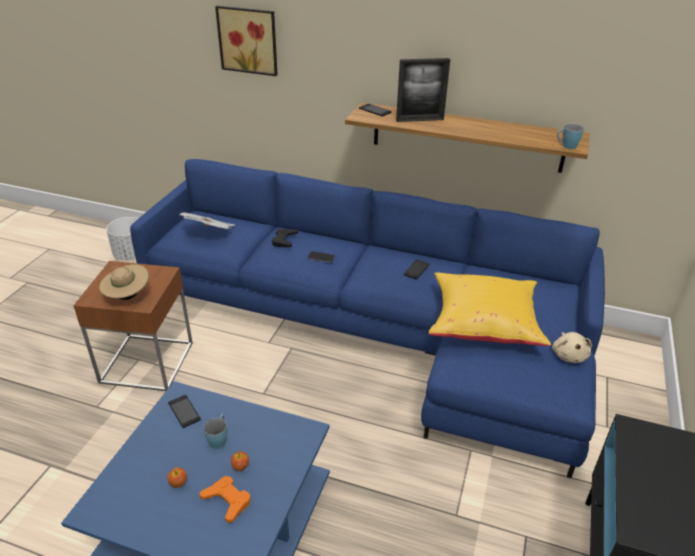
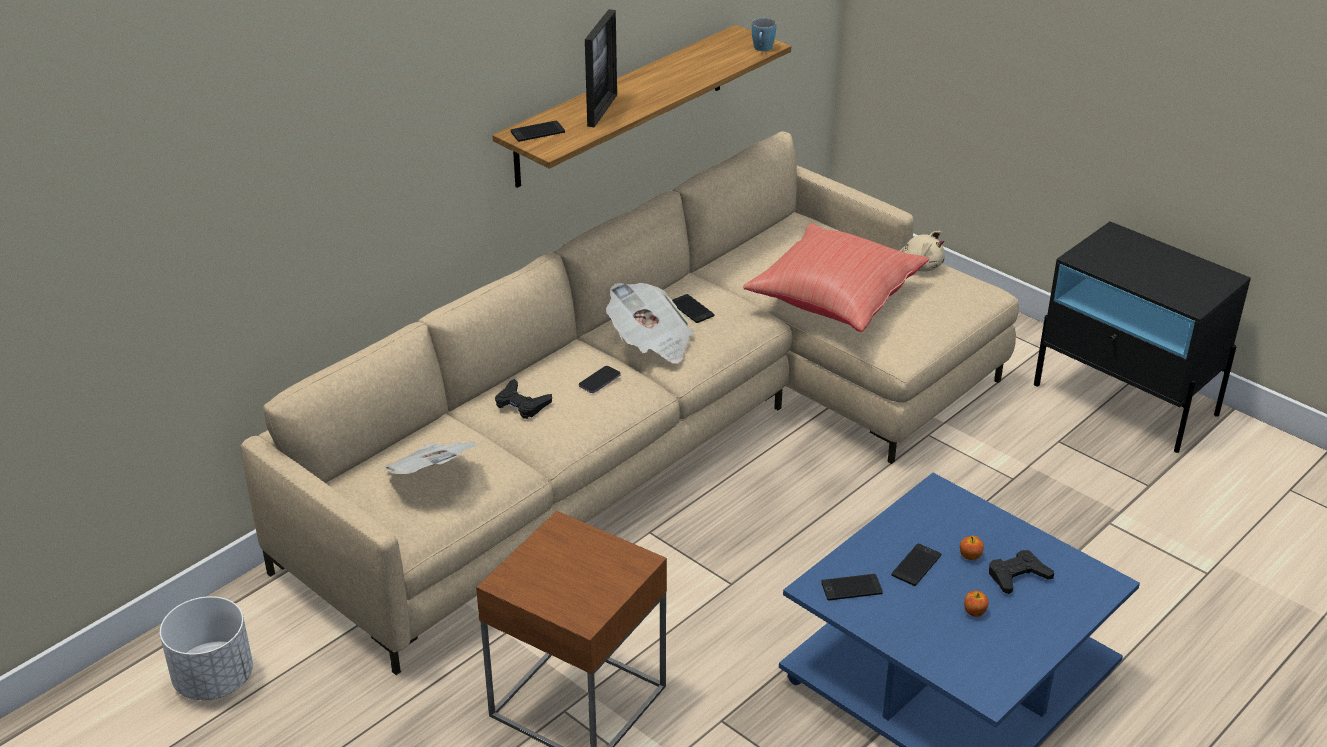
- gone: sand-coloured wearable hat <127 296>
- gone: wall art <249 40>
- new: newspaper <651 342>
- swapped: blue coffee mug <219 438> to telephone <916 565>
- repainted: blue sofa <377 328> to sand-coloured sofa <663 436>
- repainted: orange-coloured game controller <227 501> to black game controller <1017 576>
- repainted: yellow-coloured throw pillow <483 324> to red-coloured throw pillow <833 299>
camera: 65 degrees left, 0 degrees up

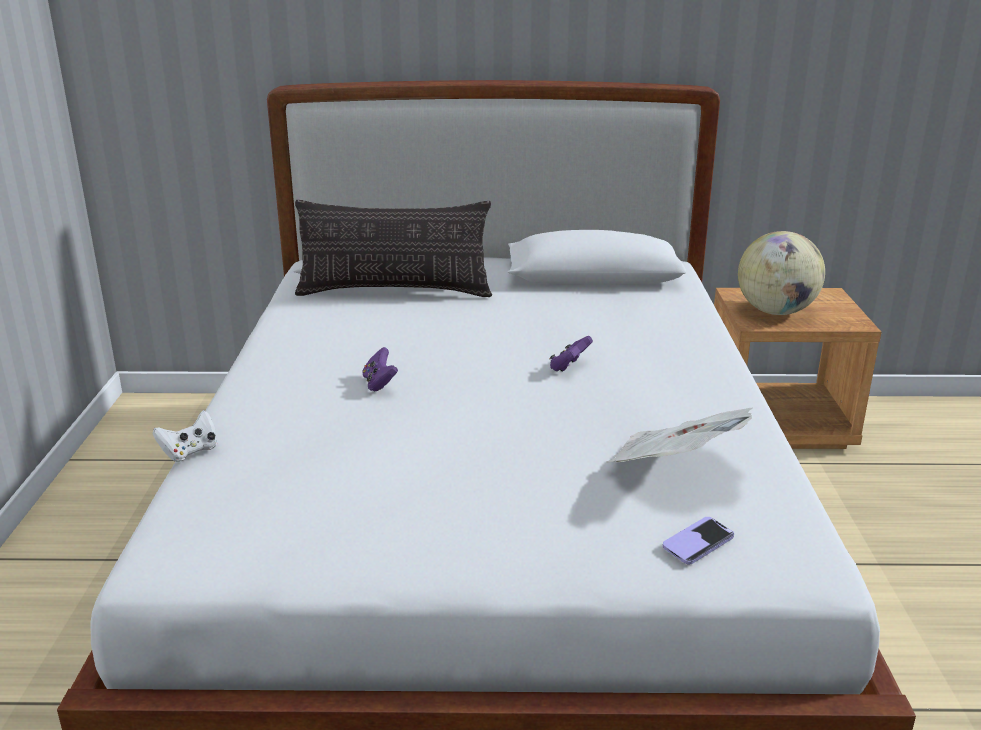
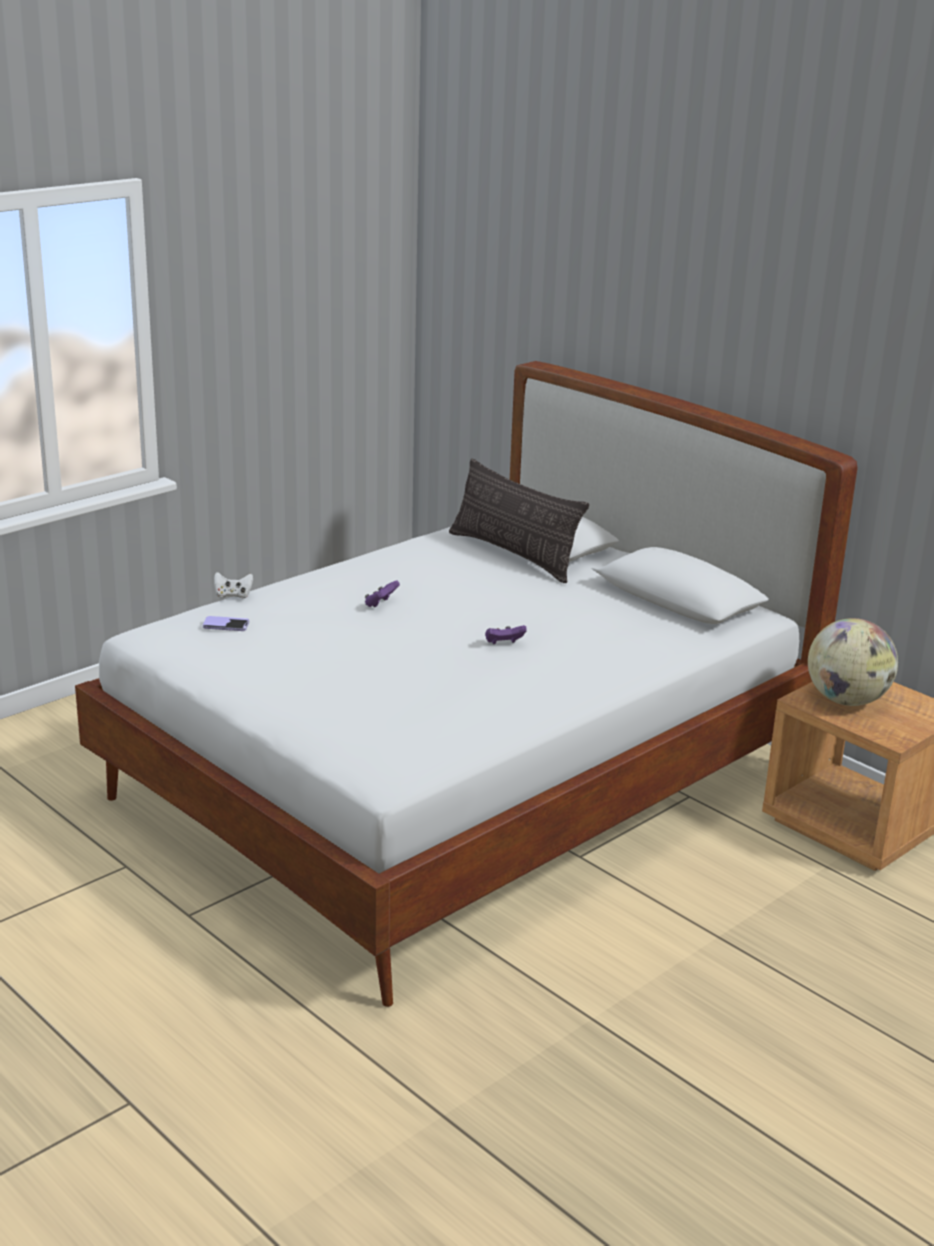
- gone: newspaper <674 468>
- shifted: telephone <698 542> to <226 625>
camera: 45 degrees right, 0 degrees up

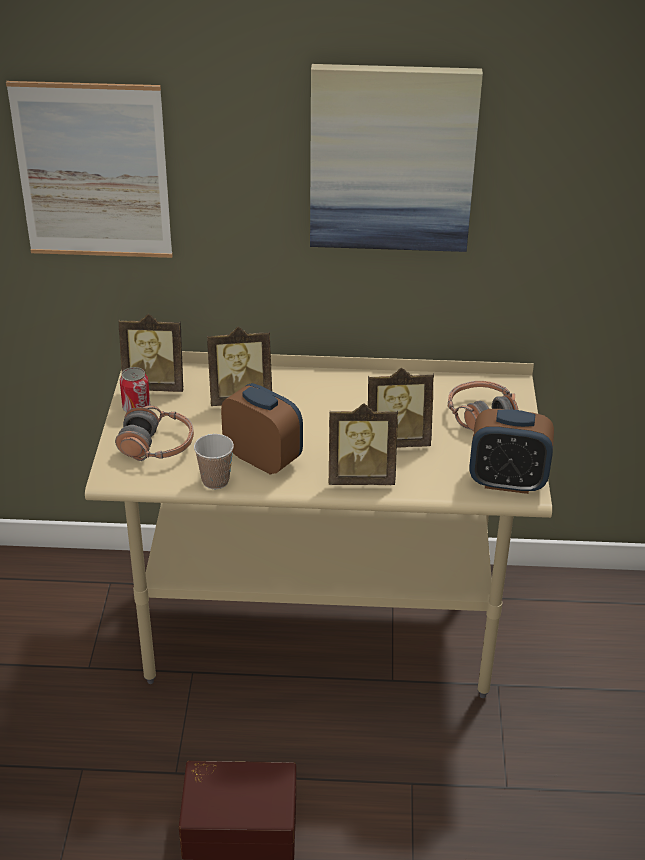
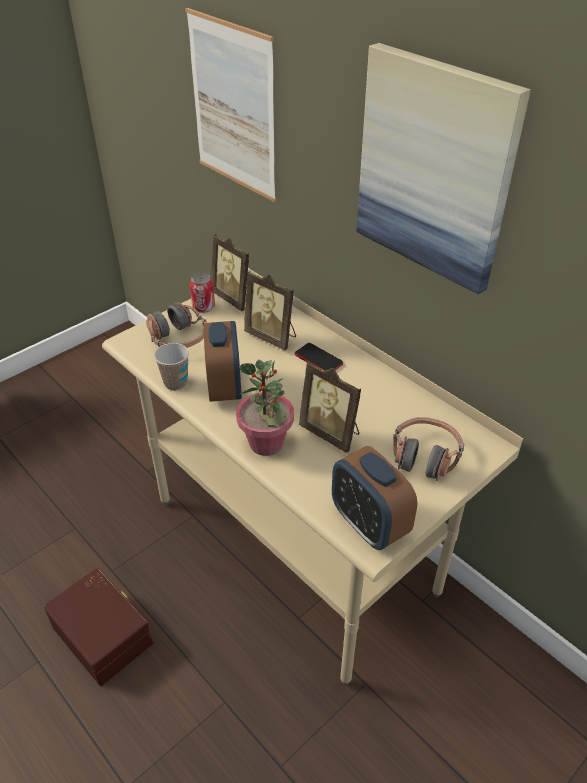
- new: telephone <318 359>
- swapped: standing frame <361 477> to plant in a pot <266 443>
camera: 45 degrees right, 5 degrees up

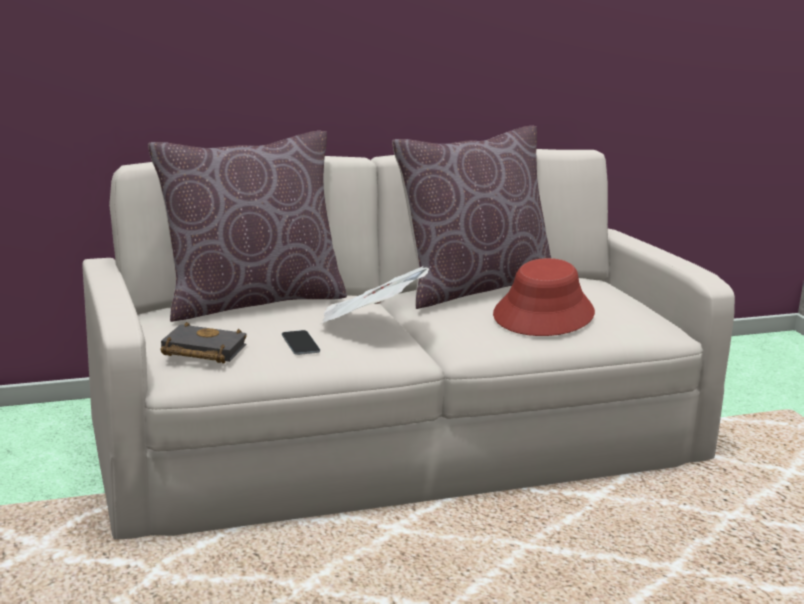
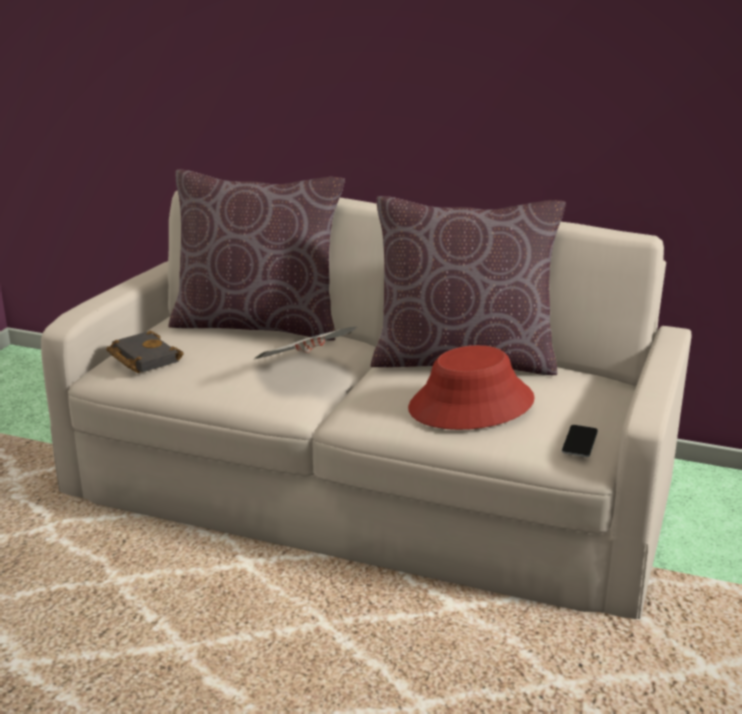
- shifted: telephone <300 343> to <579 441>
camera: 40 degrees right, 5 degrees up

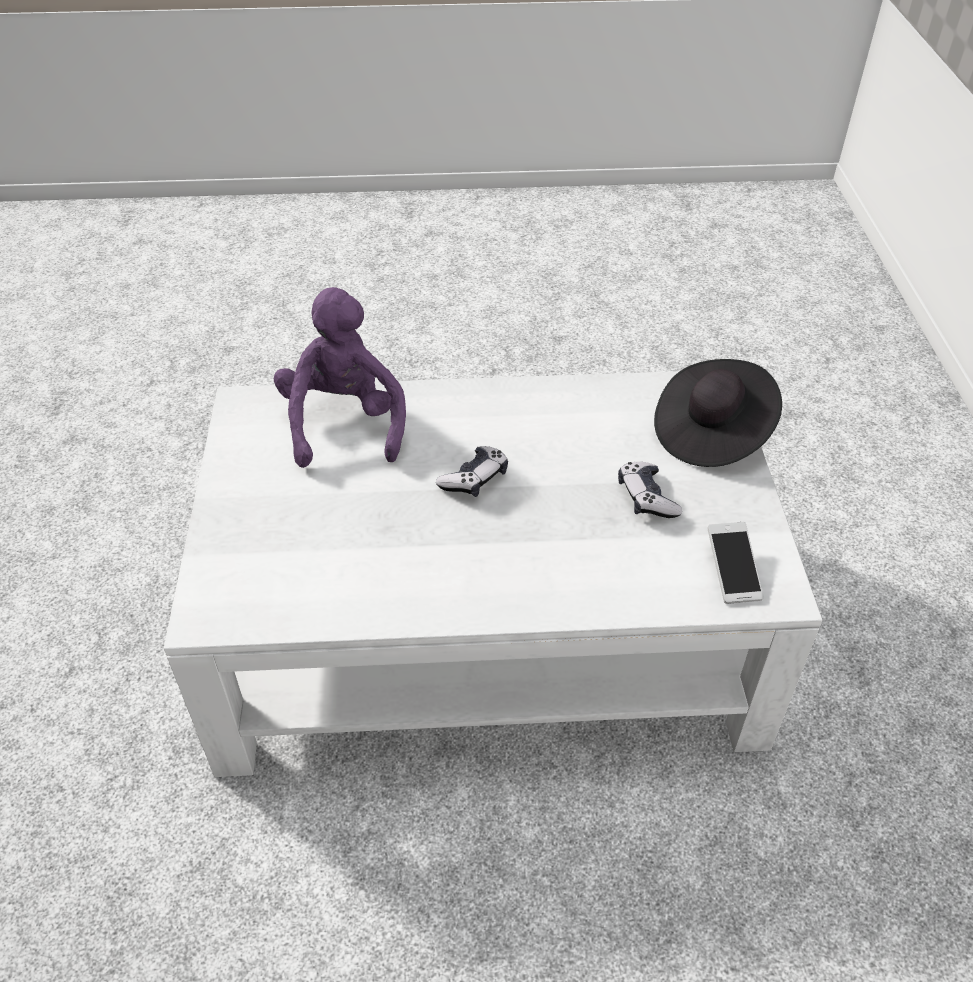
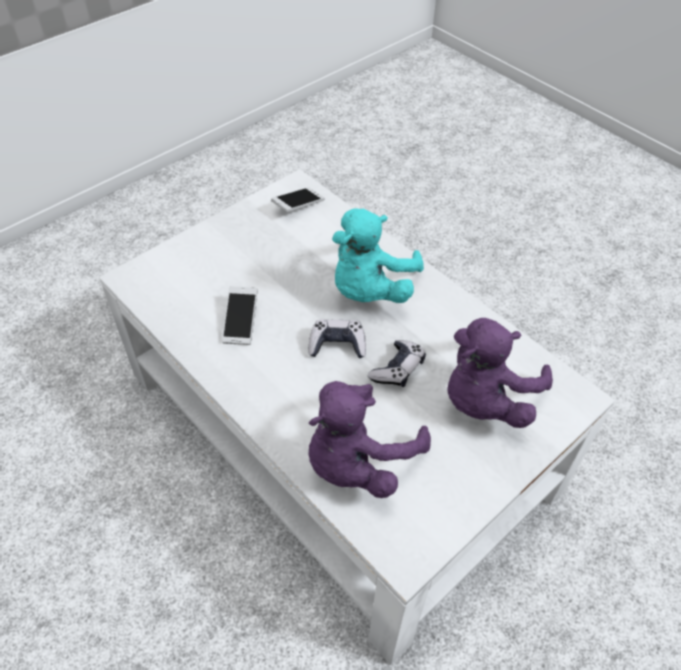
- gone: black wearable hat <711 433>
- new: telephone <240 321>
- new: turquoise-coloured cuddly toy <369 289>
- new: purplish cuddly toy <485 398>
- shifted: game controller <646 498> to <397 369>
camera: 130 degrees left, 5 degrees up

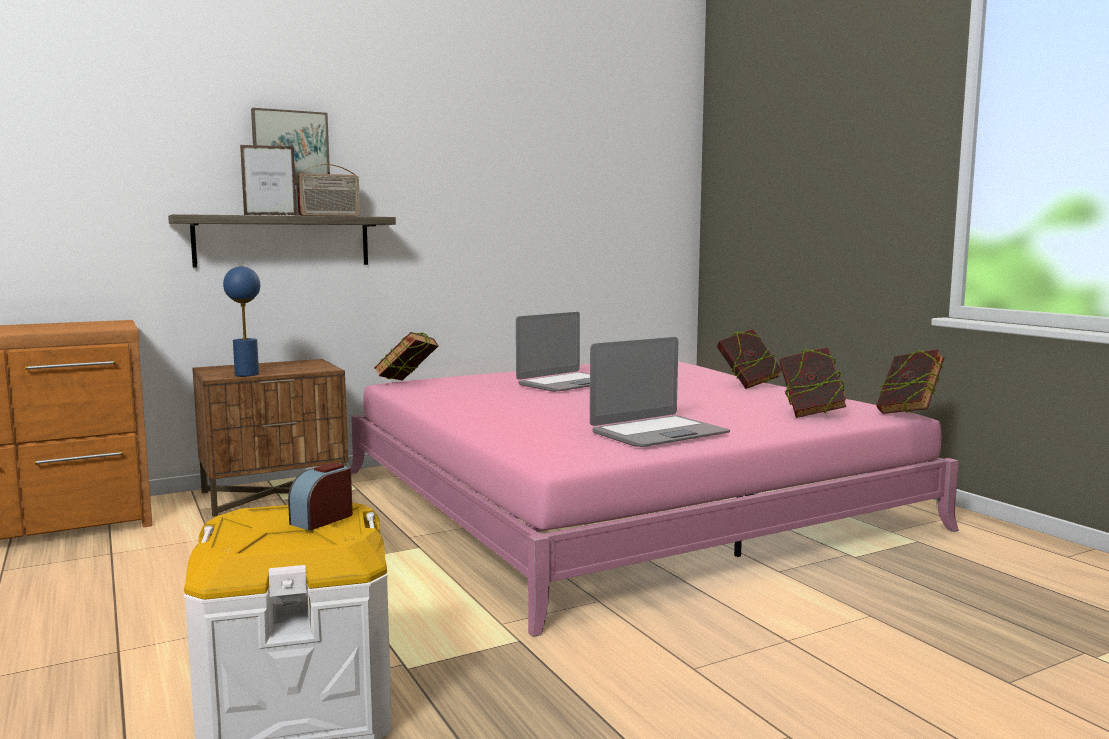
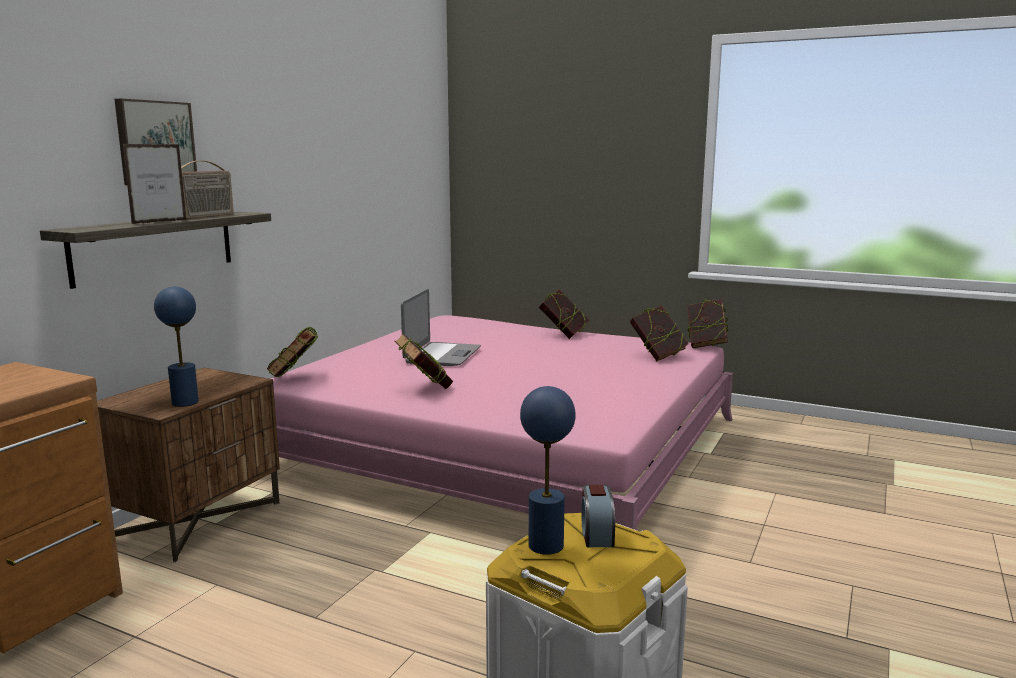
- gone: notebook computer <658 433>
- new: book <424 388>
- new: blue table lamp <546 545>
camera: 35 degrees left, 5 degrees up

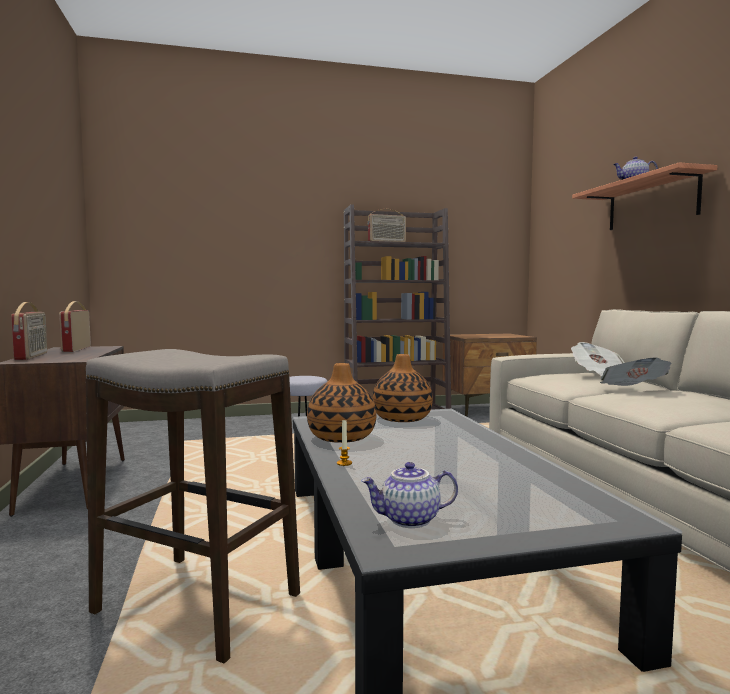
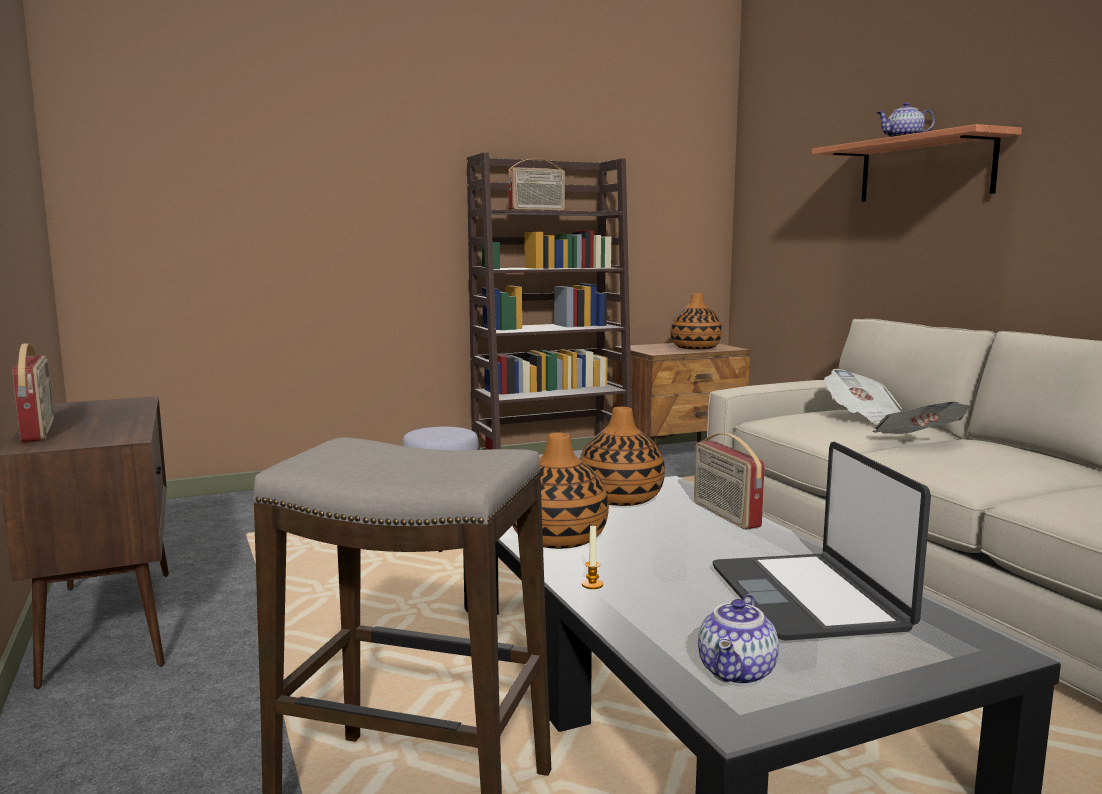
- new: vase <695 348>
- new: notebook computer <809 598>
- shifted: radio <75 349> to <724 514>
- rotated: teapot <409 520> = <738 673> 45 degrees counterclockwise
camera: 10 degrees left, 5 degrees up

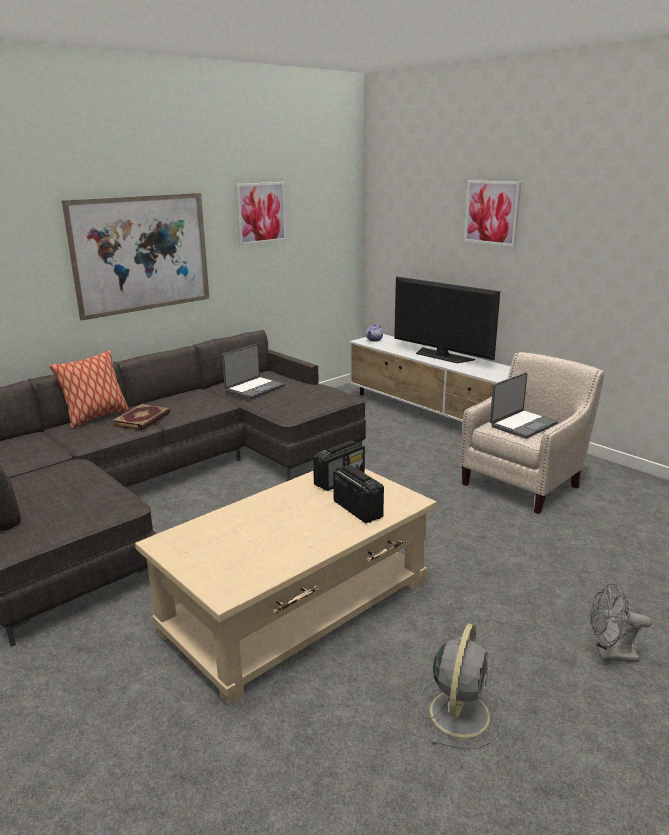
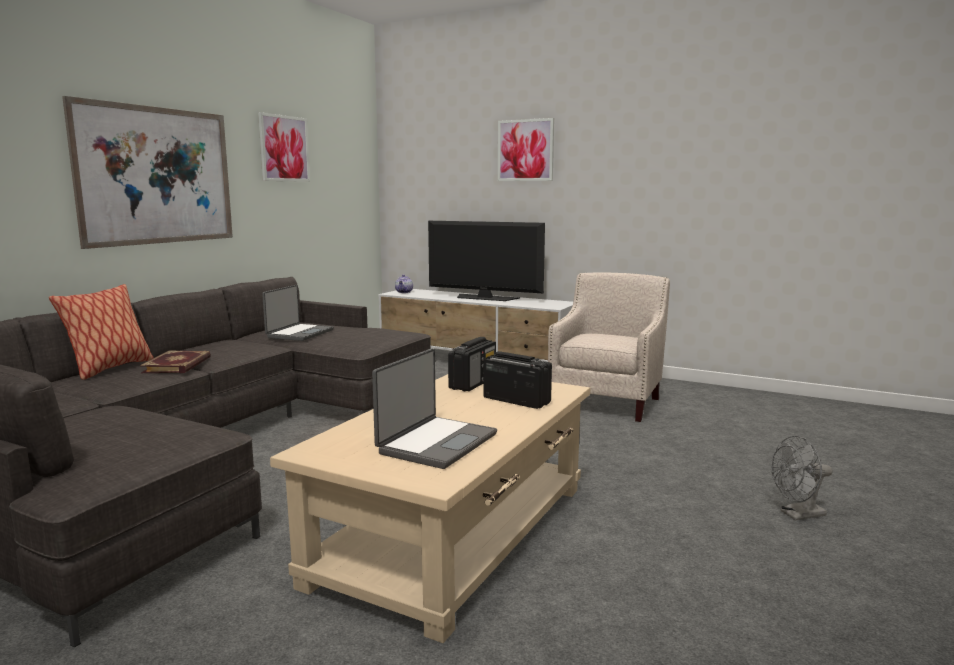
- gone: gray electric fan <460 711>
- shifted: notebook computer <522 425> to <436 443>
camera: 20 degrees left, 10 degrees down

